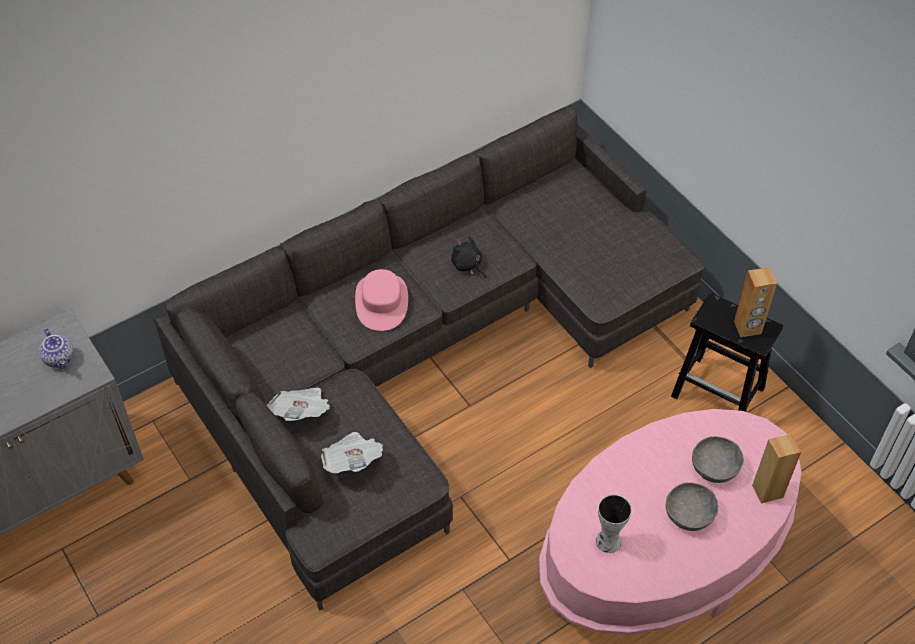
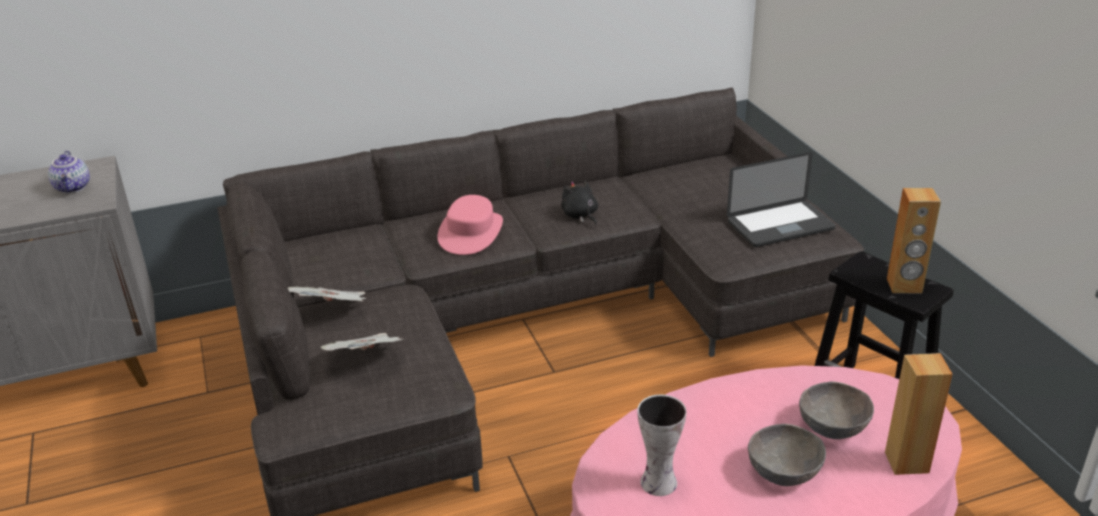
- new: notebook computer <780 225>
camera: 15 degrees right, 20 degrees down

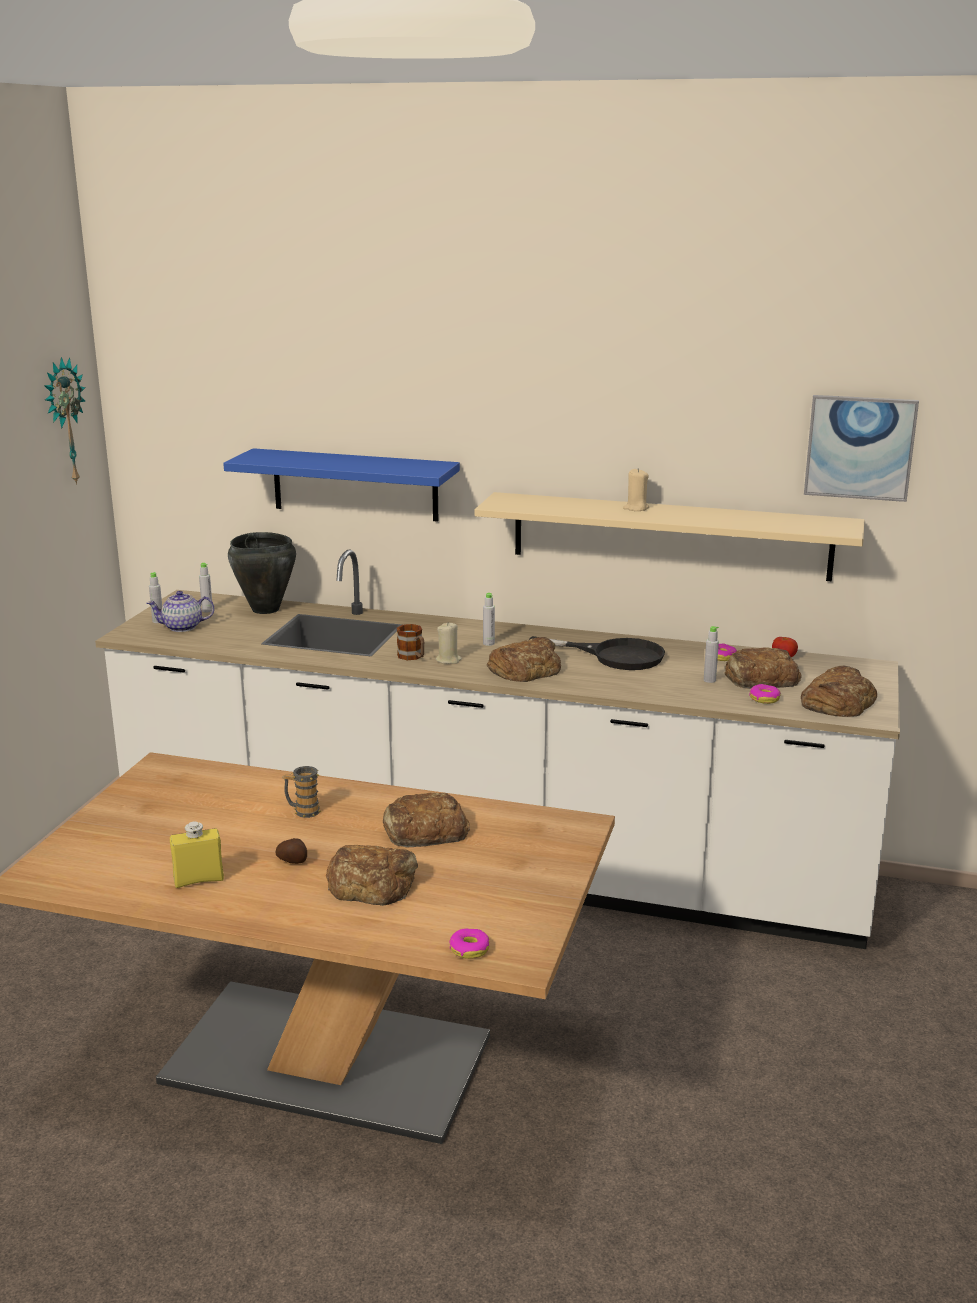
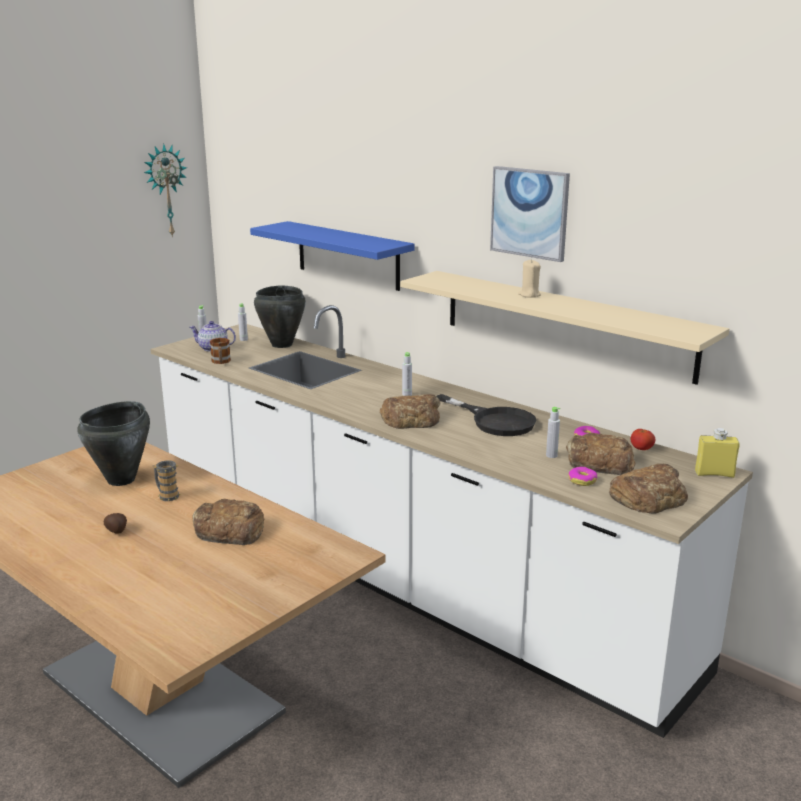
- gone: baked bread <372 883>
- gone: sand-coloured wax light <448 660>
- gone: doughnut <469 949>
- new: black saucepot <122 480>
- shifted: yellow-coloured beverage bottle <199 880> to <714 474>
- shifted: coffee mug <413 657> to <221 362>
- shifted: wall art <860 447> to <529 213>
camera: 25 degrees right, 0 degrees up

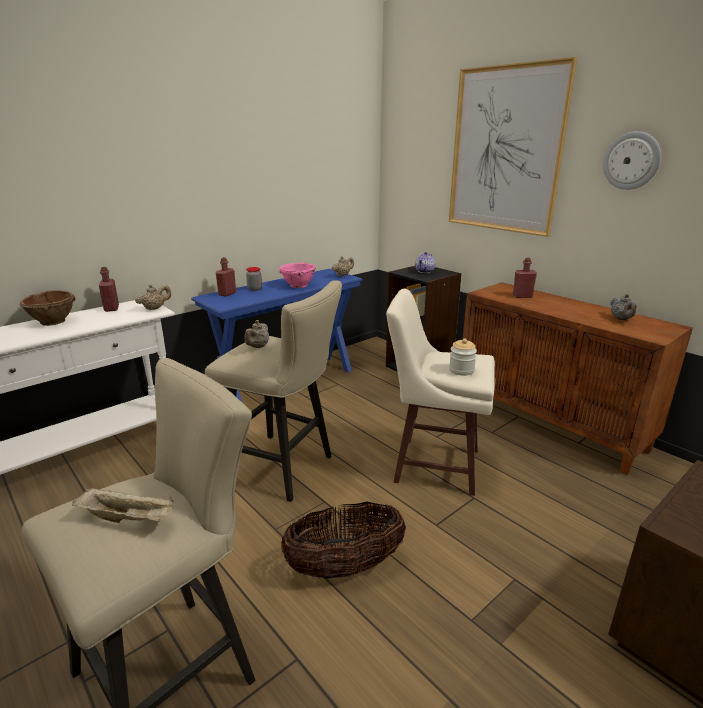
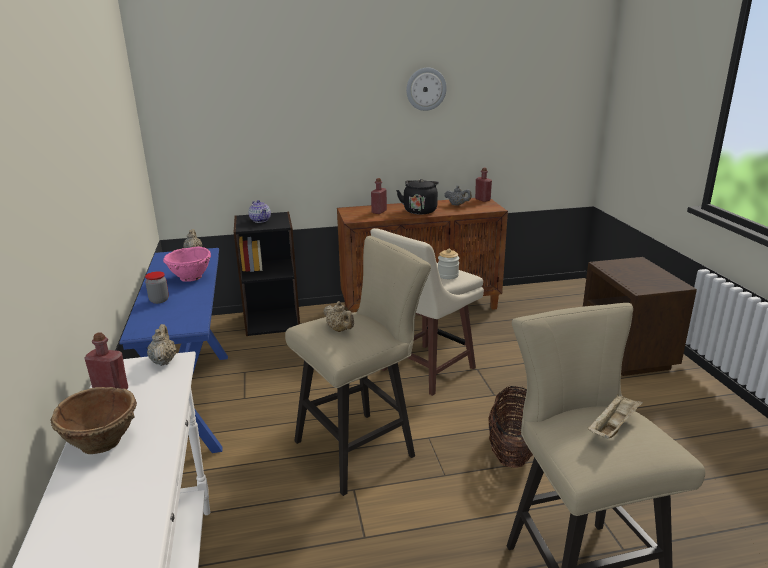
- gone: wall art <505 151>
- new: black kettle <420 210>
- shifted: red-coloured beverage bottle <227 294> to <482 199>
camera: 60 degrees left, 0 degrees up

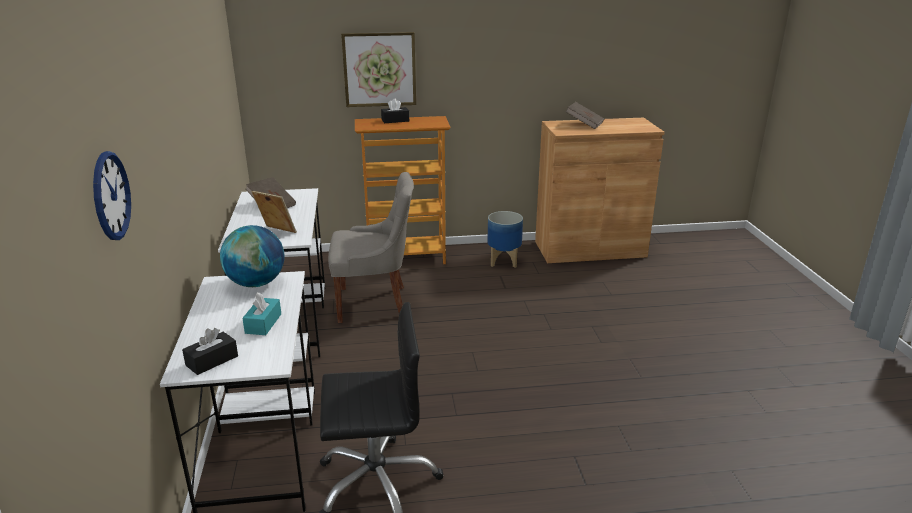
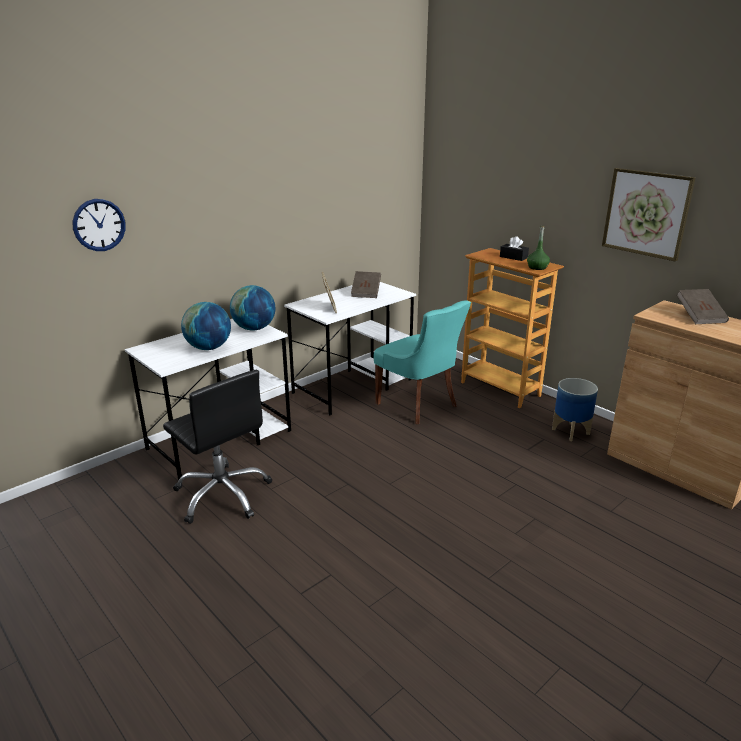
- gone: black tissue box <212 361>
- new: green beverage bottle <537 267>
- shifted: wall art <379 69> to <646 213>
- swapped: turquoise-coloured tissue box <263 323> to globe <208 348>
- repainted: gray plain chair <374 303> to turquoise-coloured plain chair <418 405>
camera: 55 degrees right, 0 degrees up

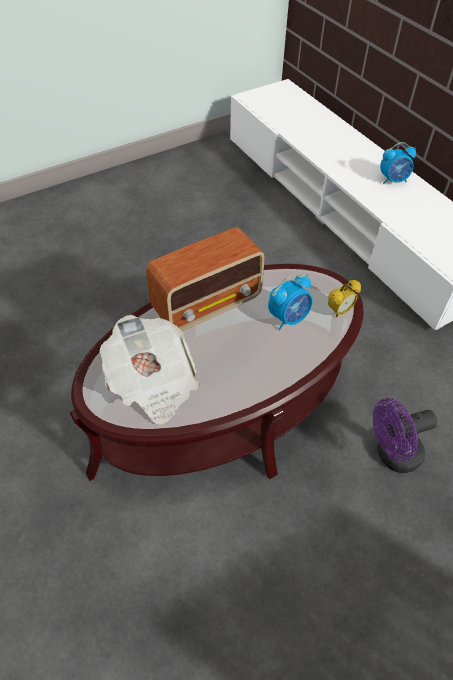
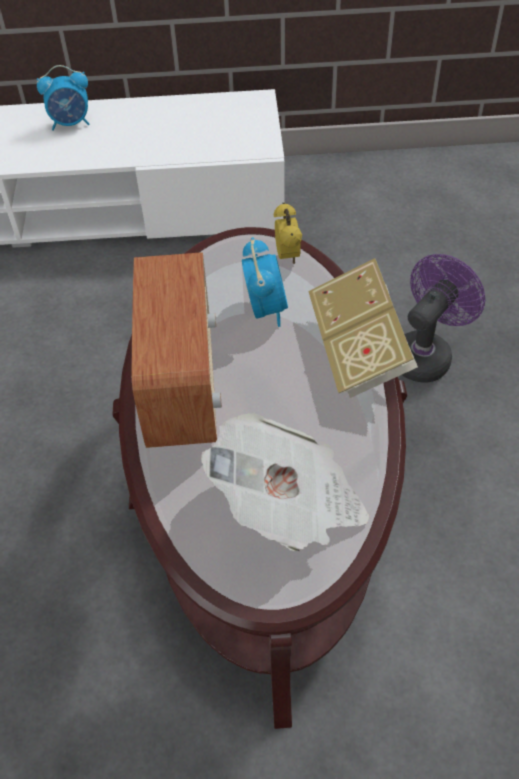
- new: book <359 350>
- rotated: purplish electric fan <392 455> = <426 354> 150 degrees counterclockwise
- rotated: alarm clock <393 180> = <71 123> 60 degrees clockwise
camera: 60 degrees left, 0 degrees up

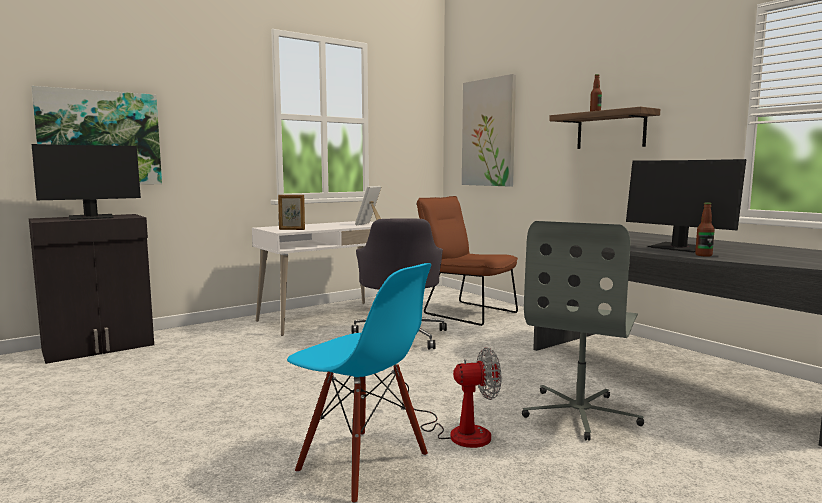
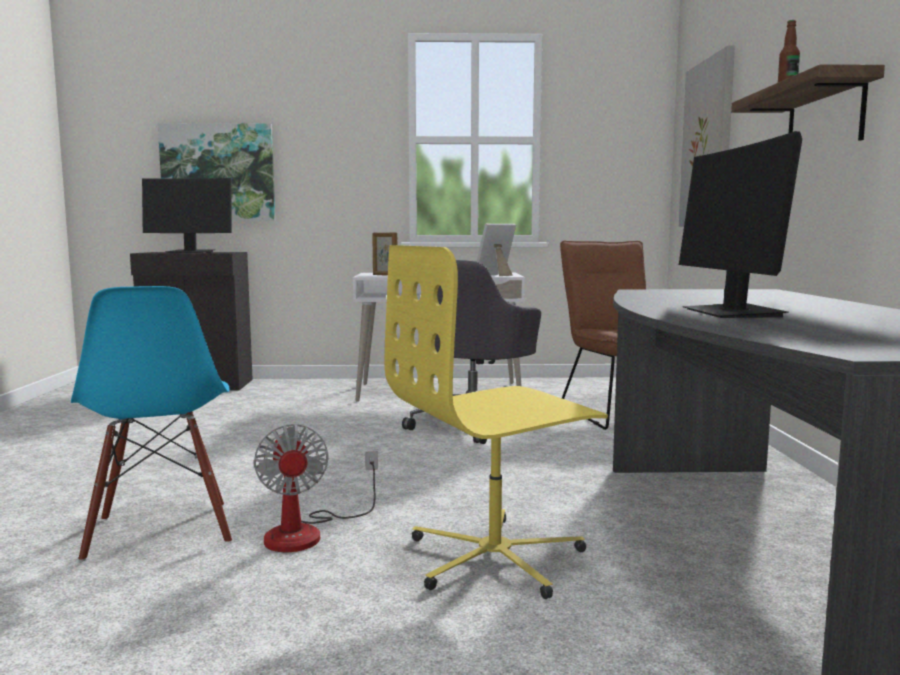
- gone: beverage bottle <703 255>
- repainted: gray office chair <580 413> to yellow-coloured office chair <496 558>
- rotated: electric fan <458 432> = <308 532> 45 degrees clockwise
camera: 35 degrees right, 0 degrees up

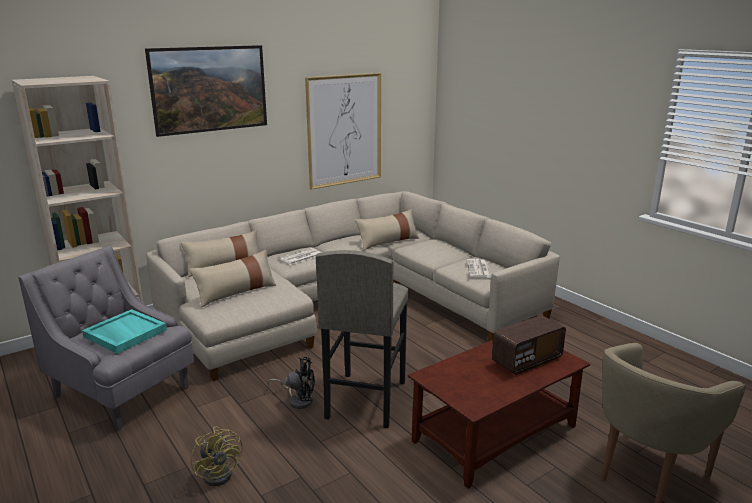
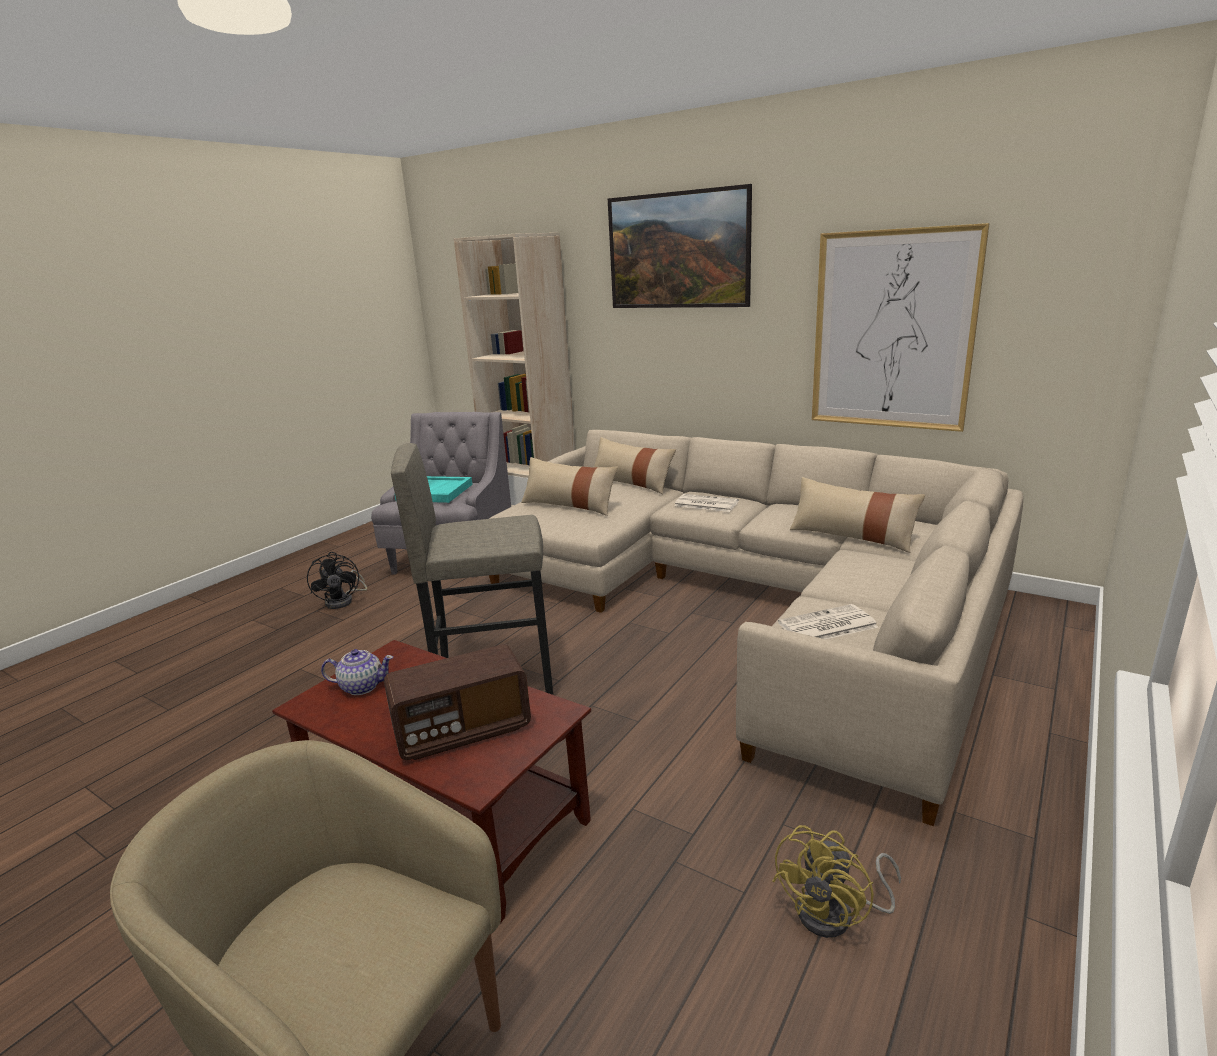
- new: teapot <361 686>
- shifted: yellow-coloured electric fan <221 472> to <836 915>
- shifted: black electric fan <298 400> to <344 600>
- rotated: radio <526 361> = <462 730> 60 degrees counterclockwise
camera: 70 degrees right, 0 degrees up

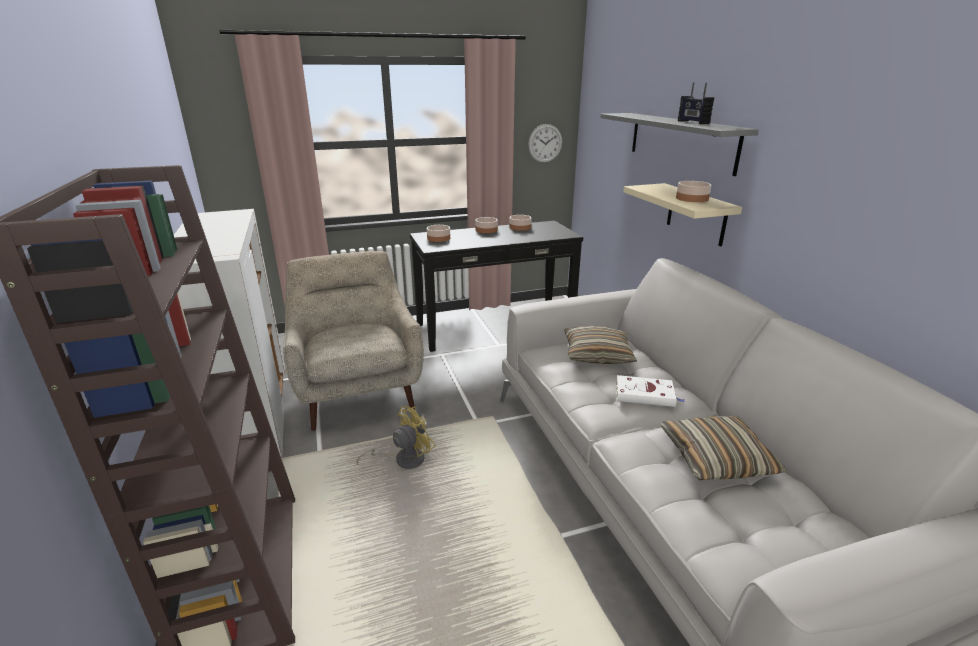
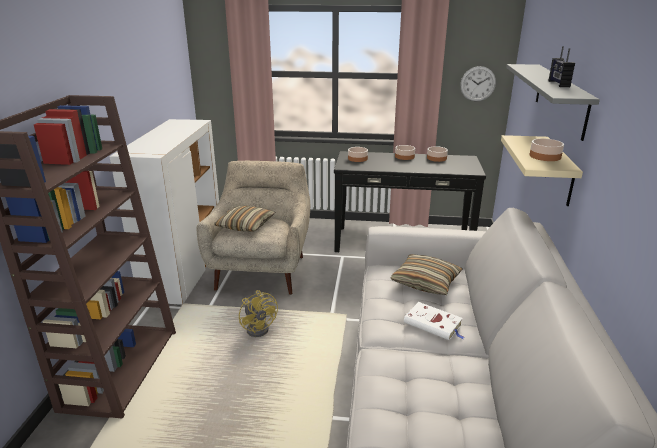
- shifted: throw pillow <716 458> to <245 225>
- rotated: yellow-coloured electric fan <403 459> = <260 327> 75 degrees clockwise
camera: 25 degrees right, 0 degrees up

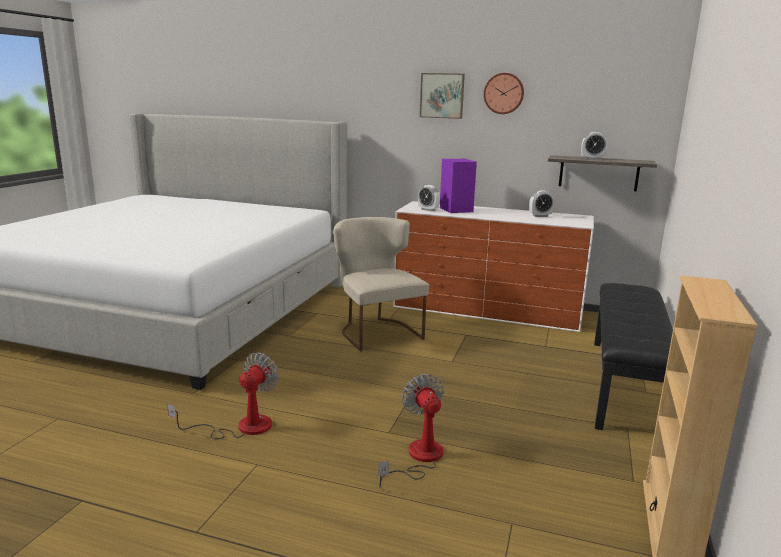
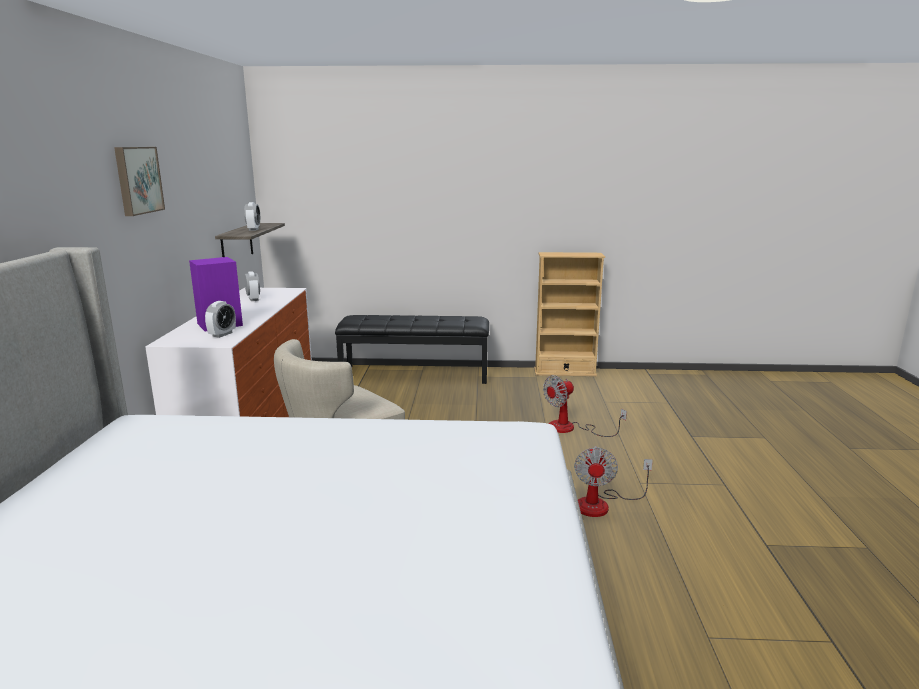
- gone: wall clock <504 93>
- rotated: electric fan <241 427> = <601 504> 90 degrees counterclockwise
camera: 105 degrees left, 0 degrees up

